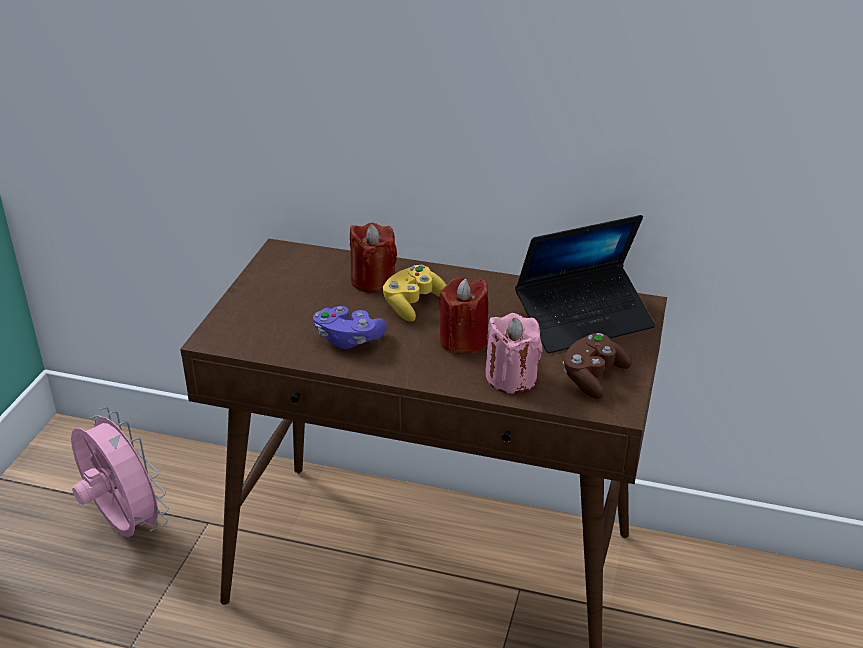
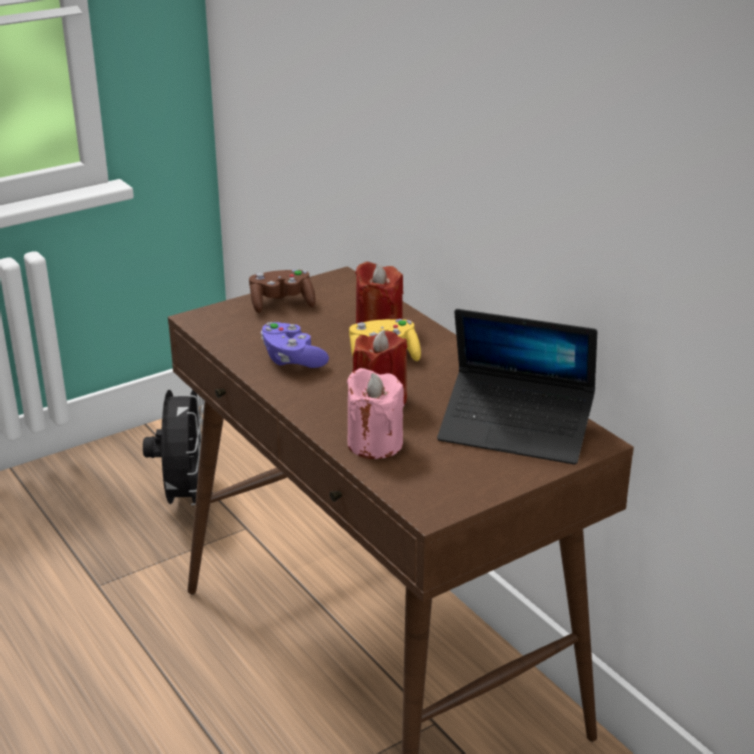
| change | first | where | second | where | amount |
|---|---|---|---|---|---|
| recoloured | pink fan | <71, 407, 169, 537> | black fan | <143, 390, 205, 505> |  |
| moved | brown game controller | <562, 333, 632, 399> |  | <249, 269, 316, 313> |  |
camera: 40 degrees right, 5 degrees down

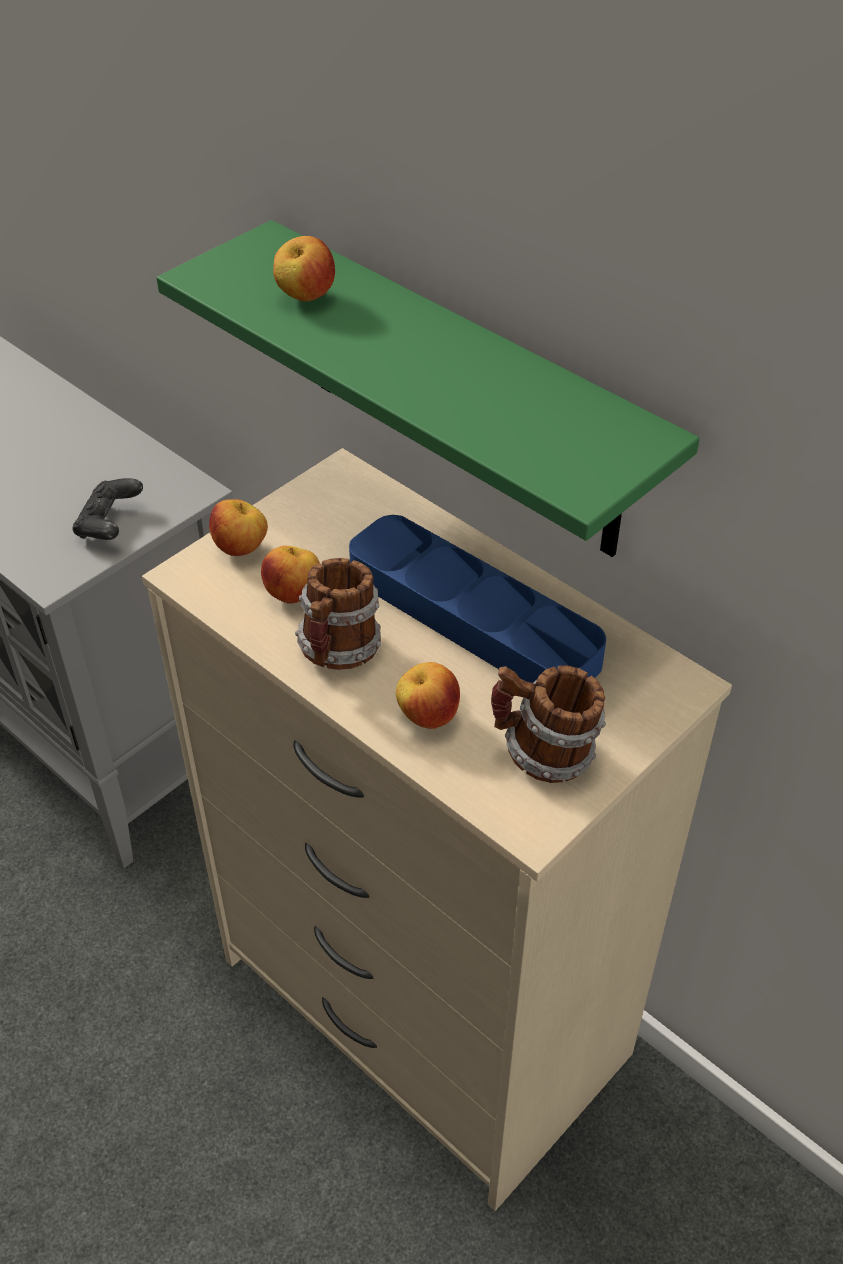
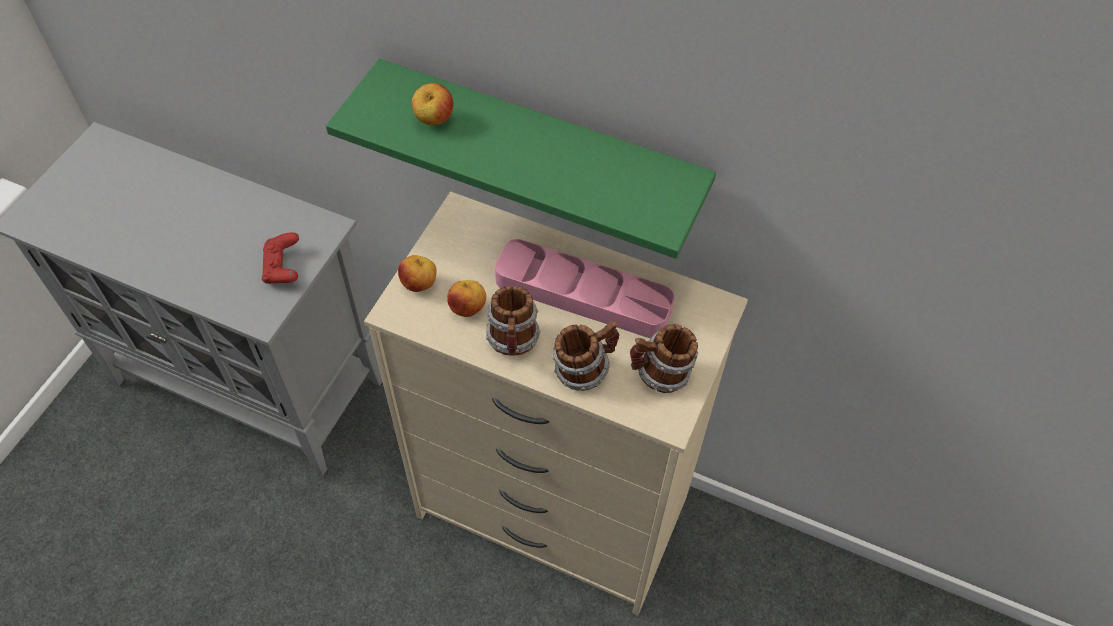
| change | first | where | second | where | amount |
|---|---|---|---|---|---|
| recoloured | black game controller | <72, 478, 143, 540> | red game controller | <262, 232, 299, 284> |  |
| recoloured | blue tray | <349, 515, 606, 683> | pink tray | <495, 239, 675, 338> |  |
| replaced | apple | <396, 662, 460, 729> | mug | <553, 321, 619, 391> |  |
camera: 20 degrees left, 10 degrees up

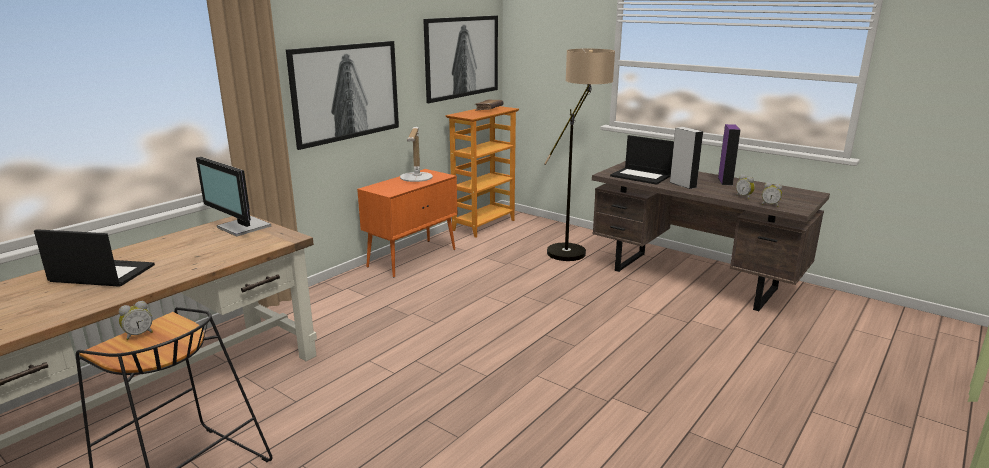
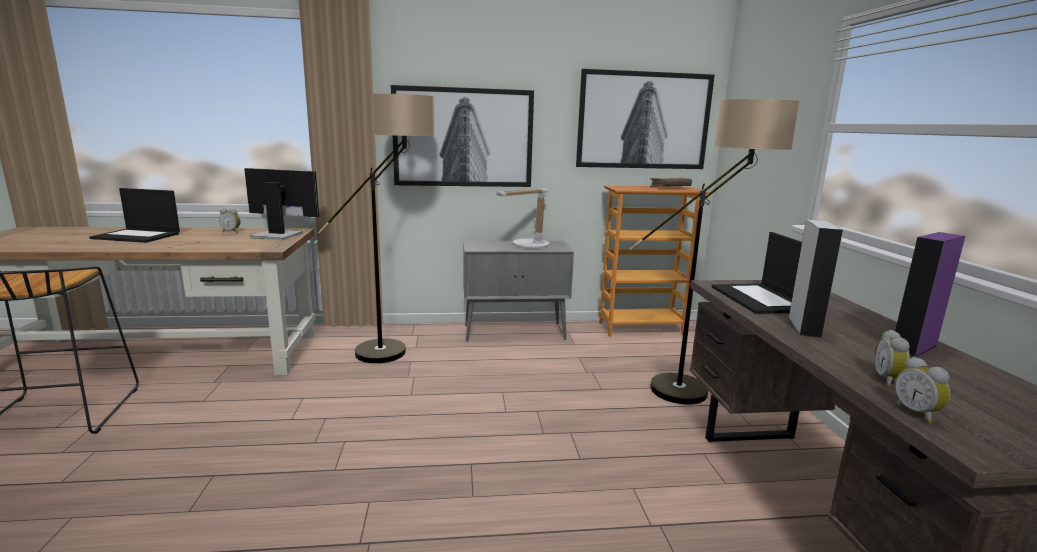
| change | first | where | second | where | amount |
|---|---|---|---|---|---|
| turned | laptop | <34, 229, 155, 287> |  | <89, 188, 180, 243> | 135 degrees clockwise |
| moved | alarm clock | <119, 301, 153, 340> |  | <219, 209, 241, 233> |  |
| turned | monitor | <196, 157, 271, 237> |  | <244, 168, 319, 240> | 105 degrees clockwise |
| recoloured | orange cabinet | <357, 169, 457, 277> | grey cabinet | <463, 241, 574, 342> |  |
| added |  |  | floor lamp | <317, 94, 434, 363> |  |
camera: 45 degrees right, 5 degrees down

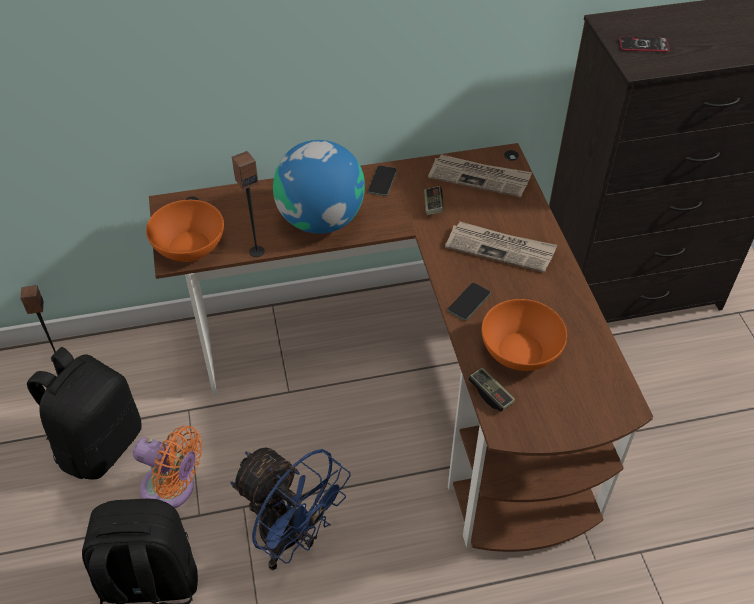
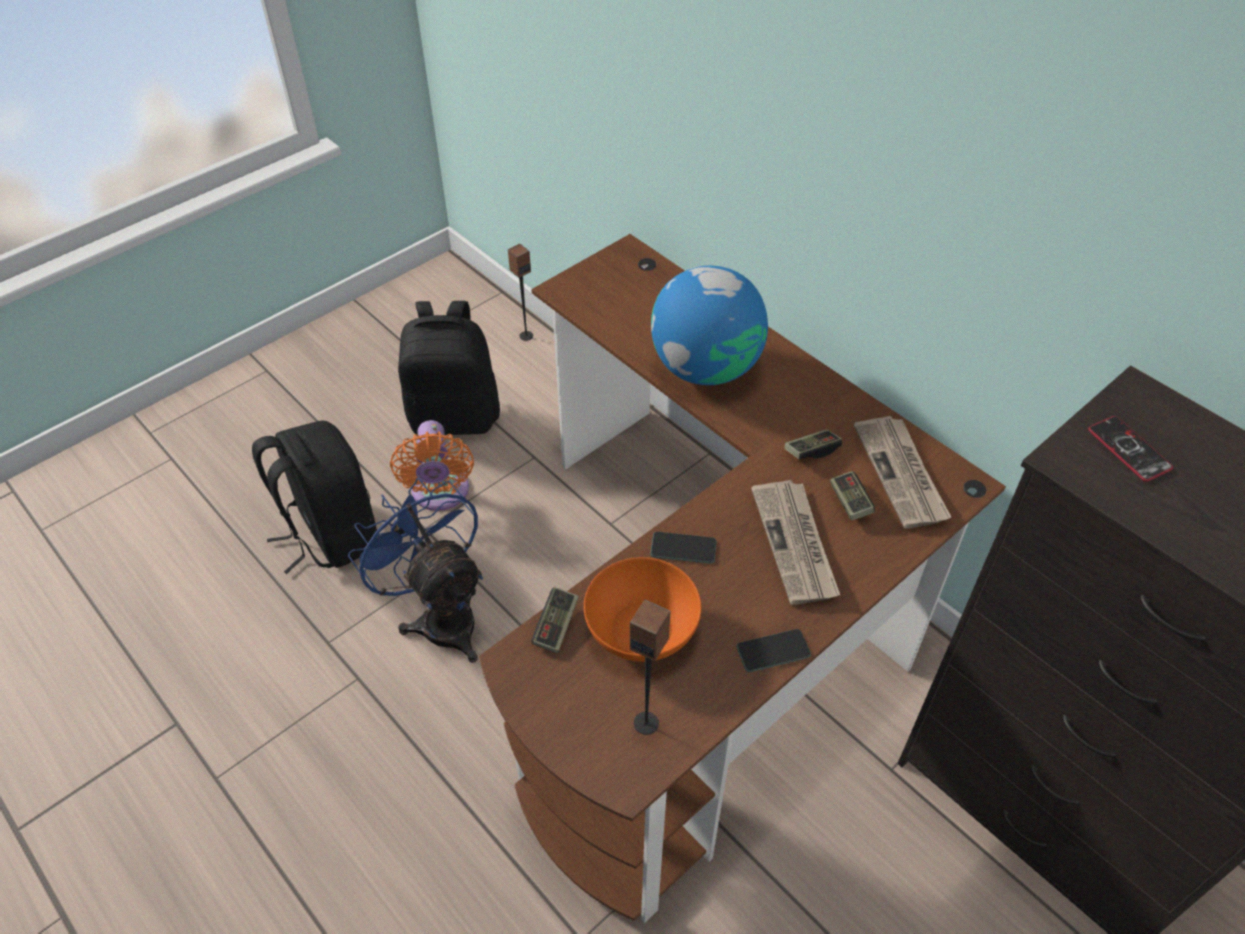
| change | first | where | second | where | amount |
|---|---|---|---|---|---|
| removed | orange bowl | <146, 200, 224, 262> |  |  |  |
| turned | blue fan | <230, 448, 351, 570> |  | <348, 478, 483, 663> | 135 degrees clockwise |
| moved | speaker | <232, 151, 265, 257> |  | <630, 600, 671, 735> |  |
| moved | phone | <368, 165, 397, 196> |  | <736, 629, 811, 672> |  |
| added |  |  | game controller | <830, 471, 875, 521> |  |
camera: 60 degrees right, 0 degrees up

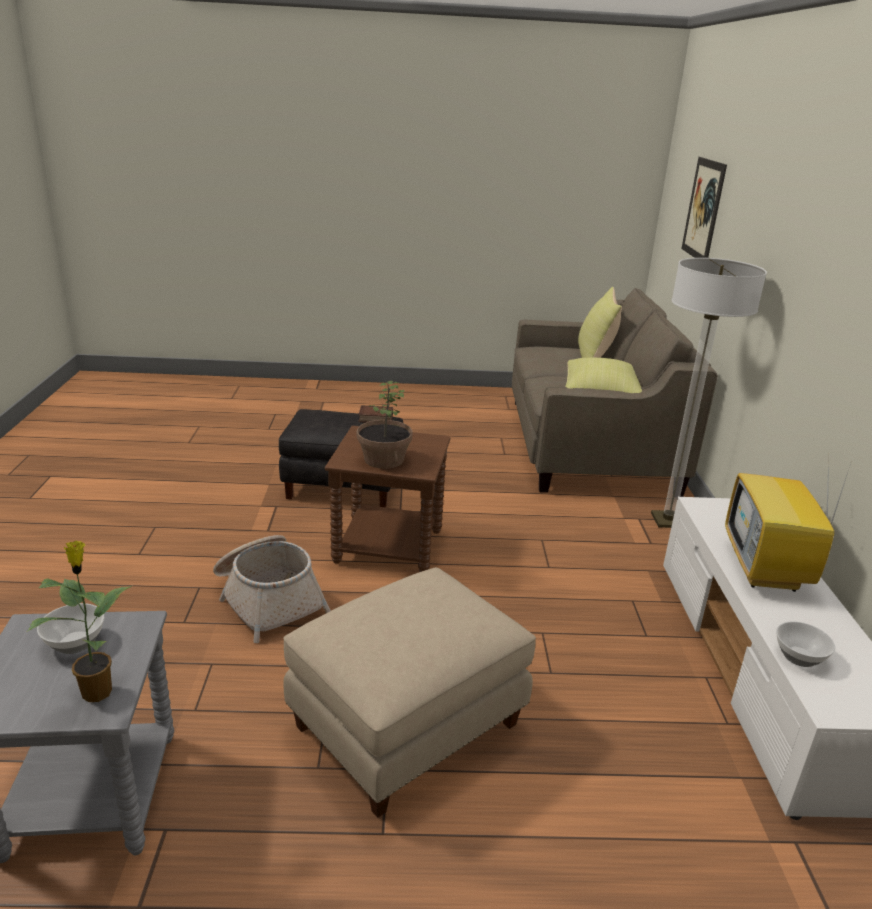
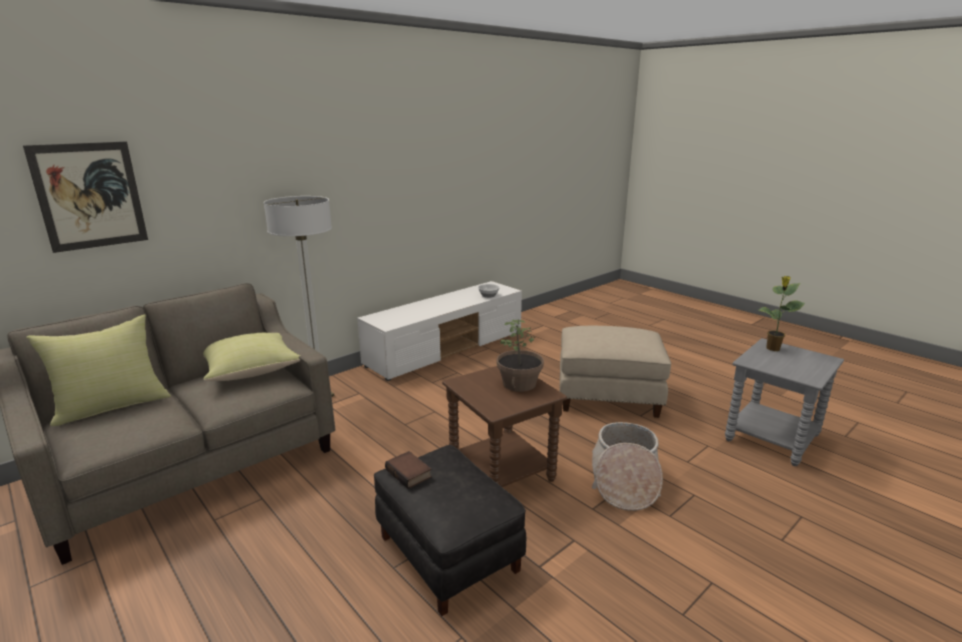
| change | first | where | second | where | amount |
|---|---|---|---|---|---|
| removed | bowl | <37, 603, 104, 654> |  |  |  |
| removed | television | <725, 457, 852, 592> |  |  |  |
camera: 130 degrees left, 5 degrees down

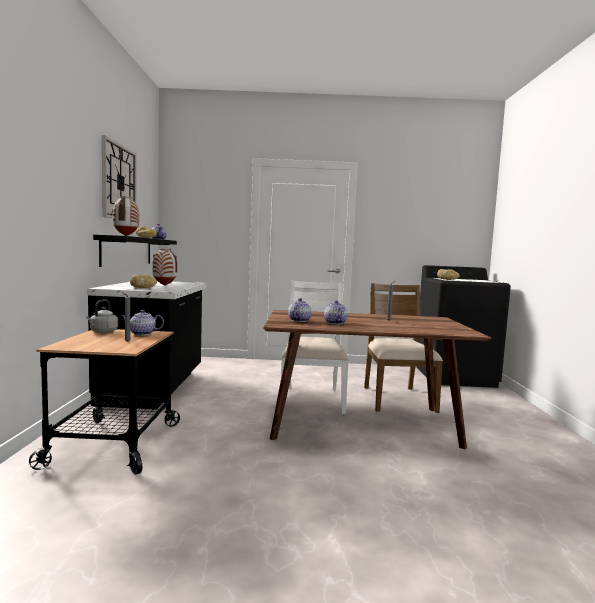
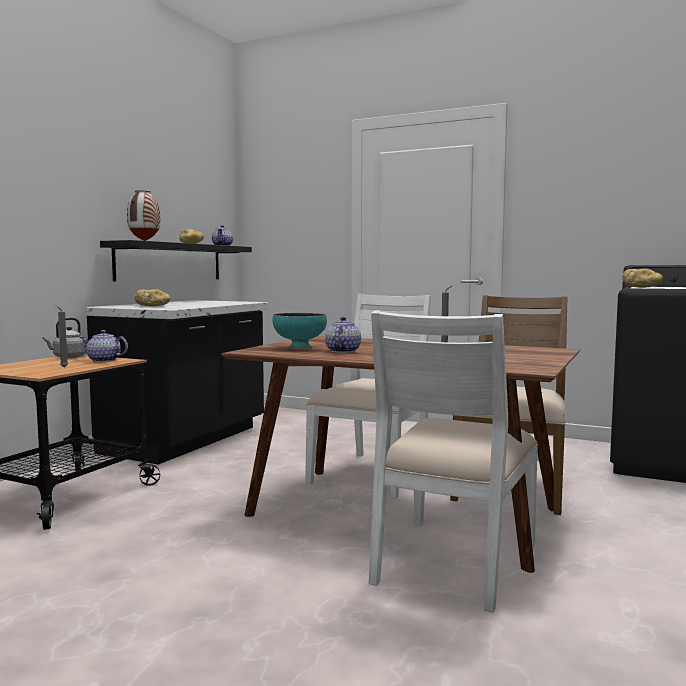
| change | first | where | second | where | amount |
|---|---|---|---|---|---|
| removed | wall clock | <102, 135, 137, 218> |  |  |  |
| removed | vase | <152, 248, 177, 286> |  |  |  |
| replaced | teapot | <288, 298, 311, 322> | turquoise bowl | <273, 313, 327, 349> |  |
| added |  |  | white chair | <369, 310, 538, 613> |  |
camera: 25 degrees right, 0 degrees up

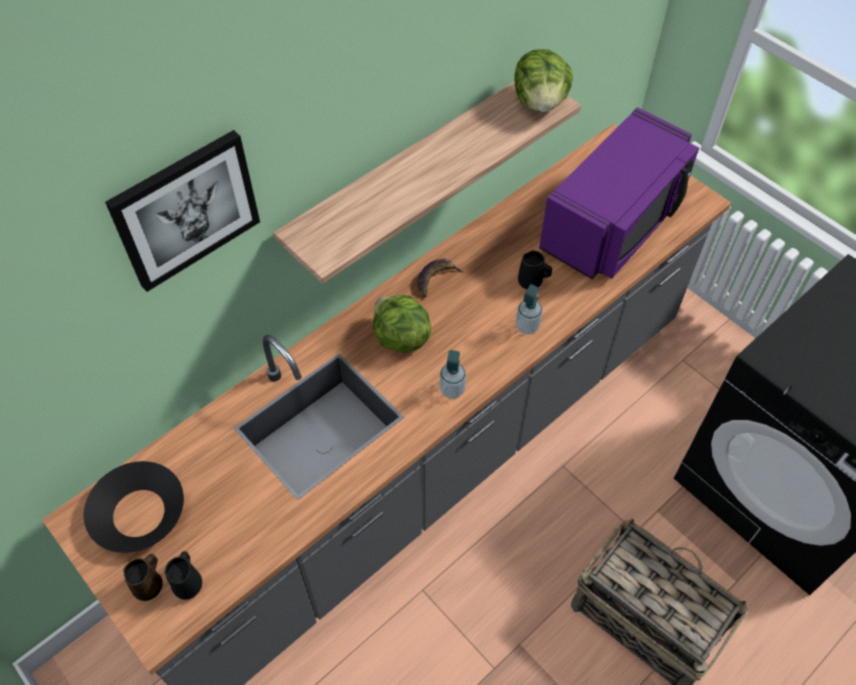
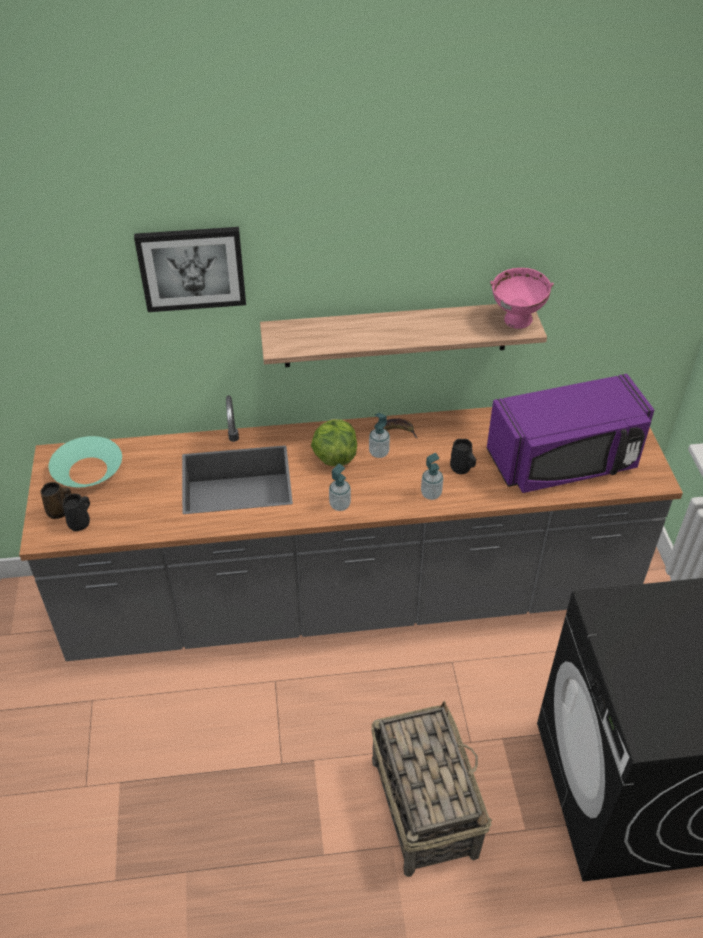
| change | first | where | second | where | amount |
|---|---|---|---|---|---|
| recoloured | black bowl | <84, 461, 184, 553> | turquoise bowl | <49, 436, 122, 487> |  |
| replaced | lettuce | <514, 49, 573, 112> | pink bowl | <490, 268, 554, 329> |  |
| added |  |  | soap dispenser | <369, 413, 390, 458> |  |
camera: 35 degrees right, 10 degrees down

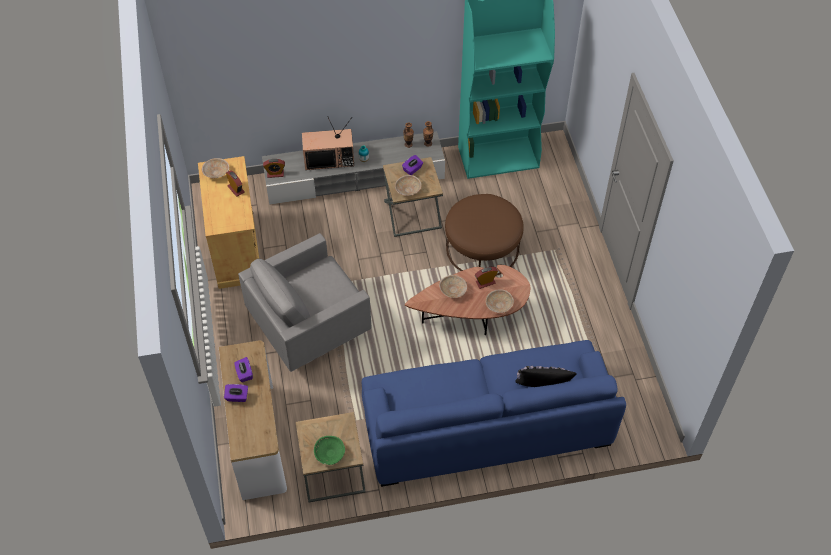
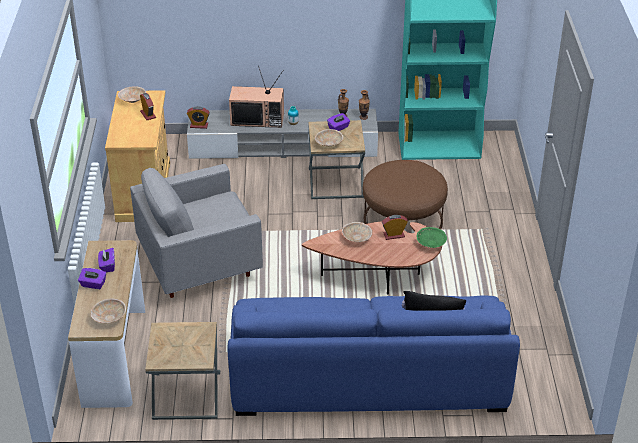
| change | first | where | second | where | amount |
|---|---|---|---|---|---|
| moved | green bowl | <314, 436, 345, 465> |  | <417, 227, 447, 248> |  |
| moved | beige bowl | <485, 289, 514, 313> |  | <90, 299, 126, 323> |  |
camera: 10 degrees right, 15 degrees down

